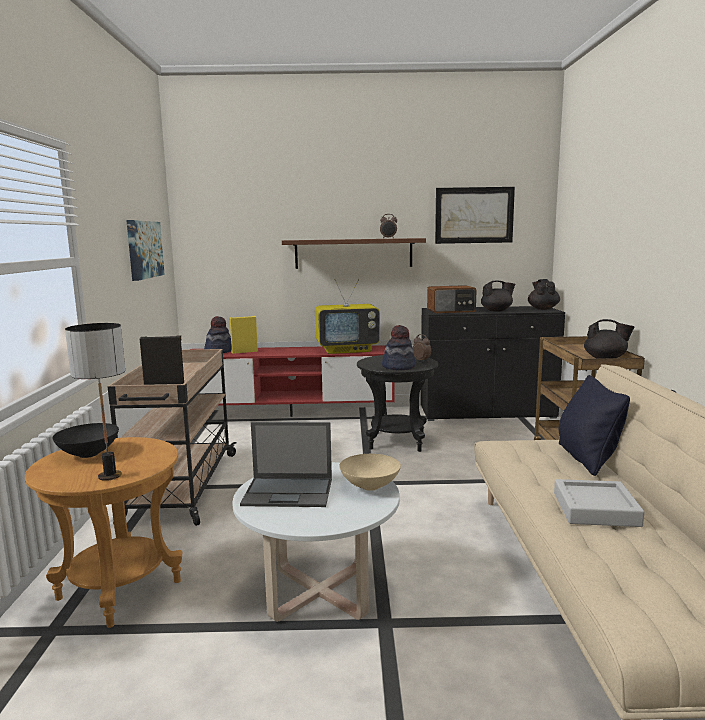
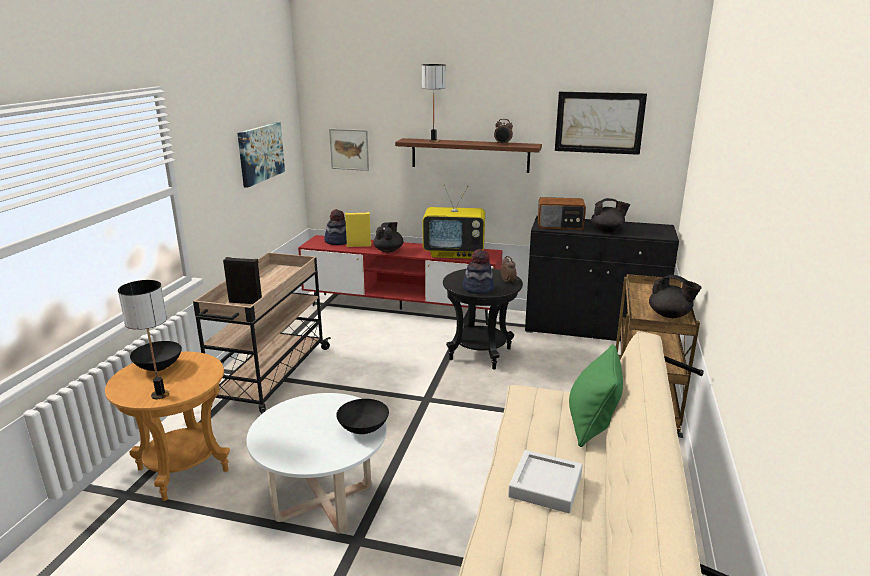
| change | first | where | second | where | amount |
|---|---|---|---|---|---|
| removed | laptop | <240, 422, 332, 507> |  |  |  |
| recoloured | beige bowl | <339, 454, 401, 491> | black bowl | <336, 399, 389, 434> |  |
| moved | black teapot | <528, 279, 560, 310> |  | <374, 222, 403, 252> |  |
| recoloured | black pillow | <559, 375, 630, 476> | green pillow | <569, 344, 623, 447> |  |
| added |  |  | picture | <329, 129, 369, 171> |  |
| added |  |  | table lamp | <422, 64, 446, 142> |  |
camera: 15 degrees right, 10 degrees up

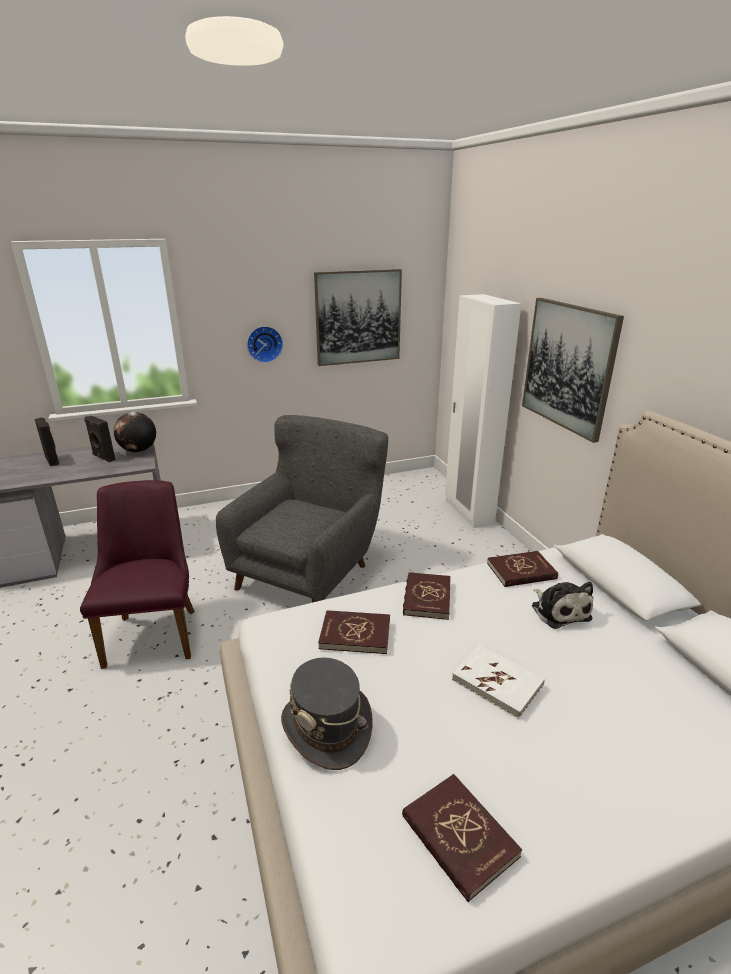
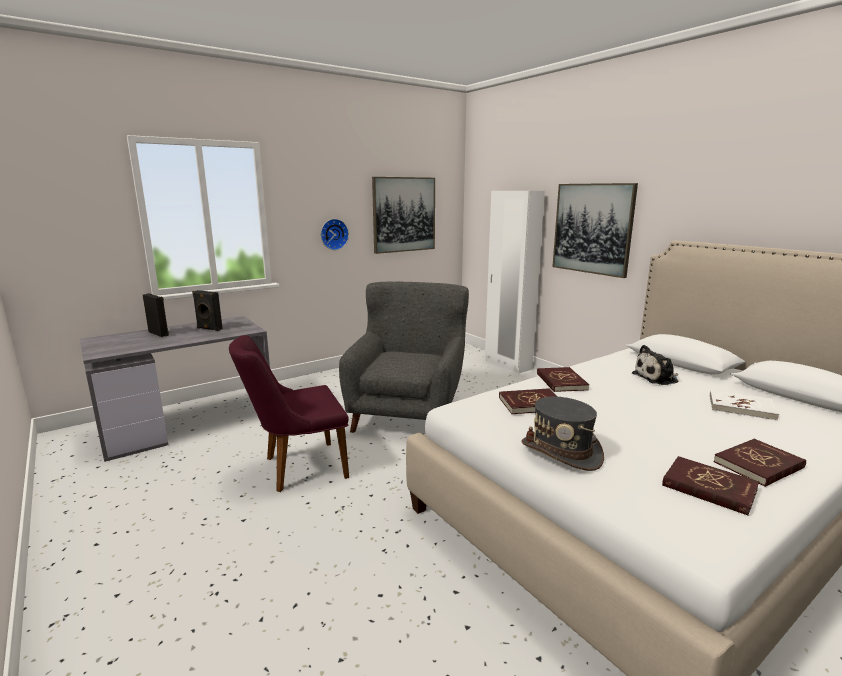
| change | first | where | second | where | amount |
|---|---|---|---|---|---|
| turned | purple chair | <80, 480, 194, 669> |  | <229, 335, 349, 492> | 90 degrees counterclockwise |
| removed | globe | <114, 412, 156, 452> |  |  |  |
| moved | white book | <452, 645, 545, 719> |  | <709, 390, 779, 421> |  |
| moved | red book | <487, 551, 558, 587> |  | <714, 439, 806, 487> |  |
| turned | plush toy | <532, 582, 593, 629> |  | <632, 345, 678, 385> | 105 degrees clockwise |
camera: 15 degrees left, 10 degrees down

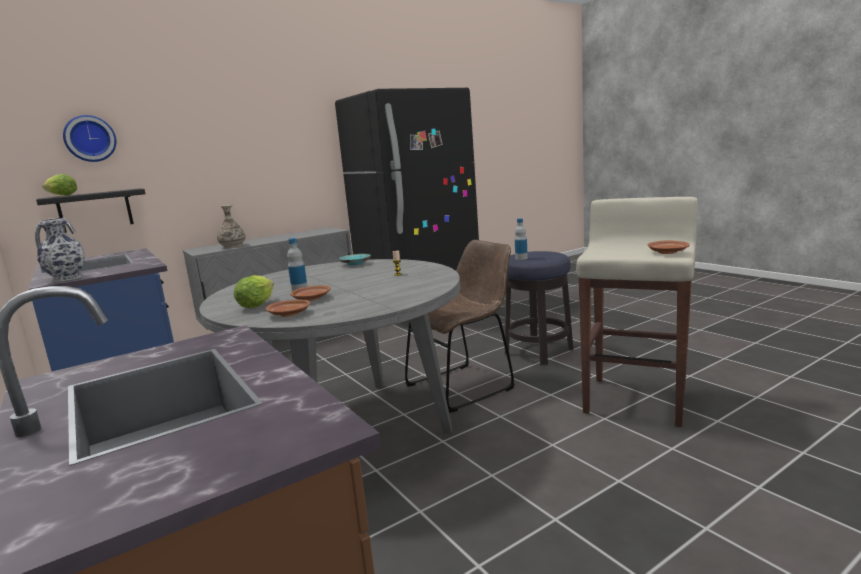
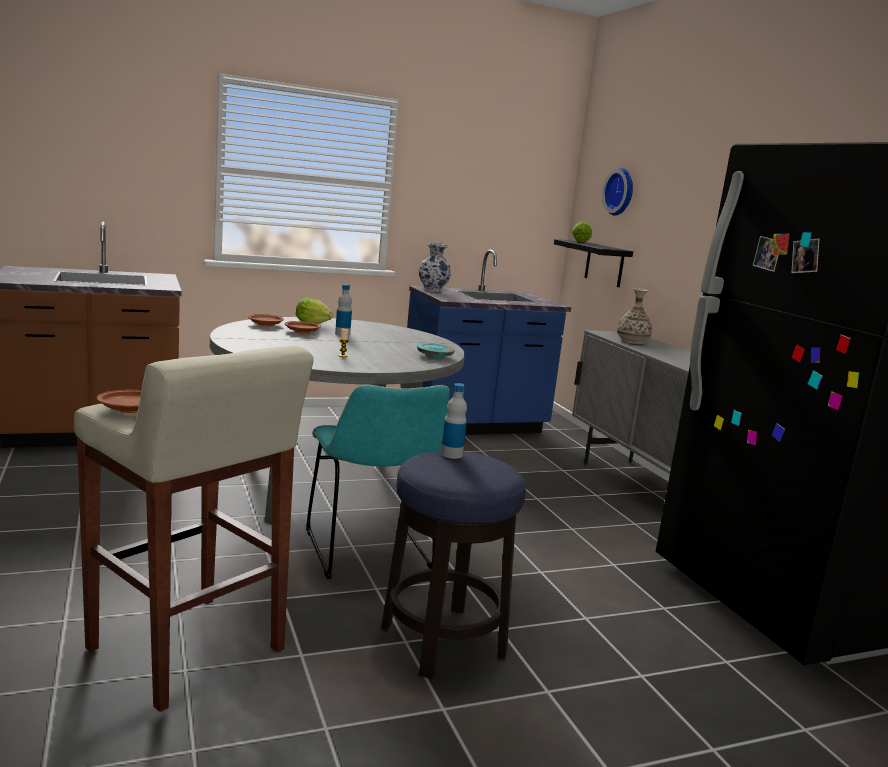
| change | first | where | second | where | amount |
|---|---|---|---|---|---|
| recoloured | brown chair | <405, 240, 515, 413> | turquoise chair | <306, 384, 450, 579> |  |
camera: 100 degrees right, 0 degrees up

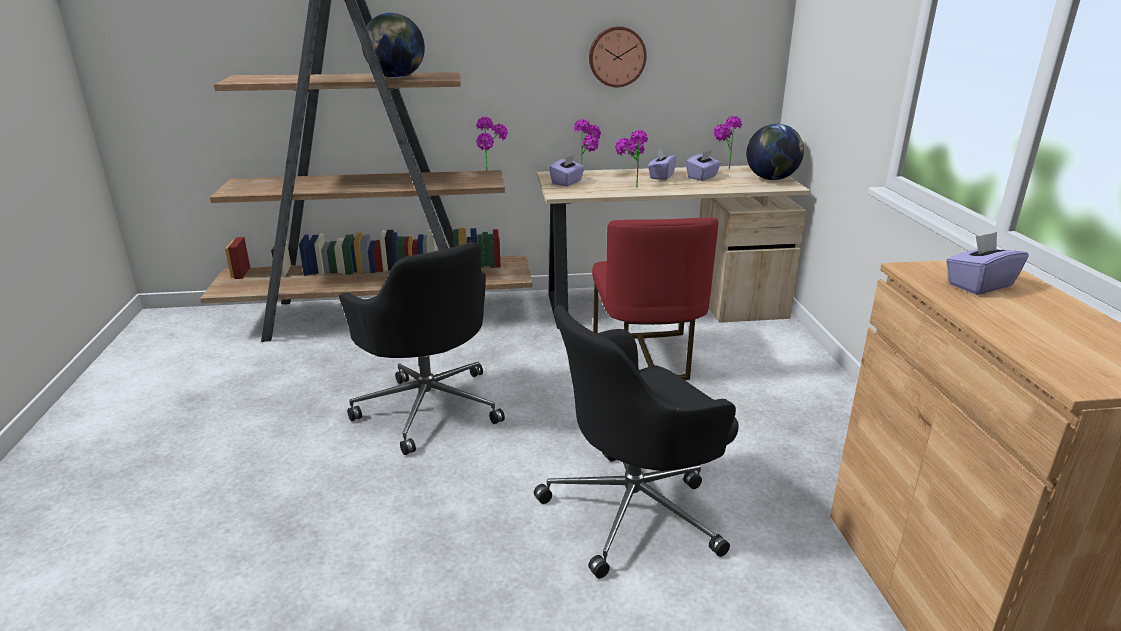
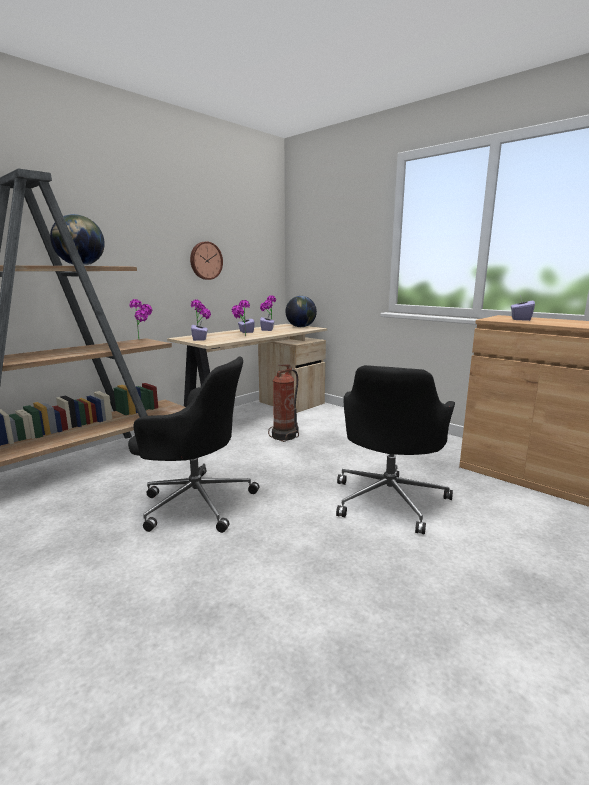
| change | first | where | second | where | amount |
|---|---|---|---|---|---|
| replaced | red chair | <592, 218, 718, 380> | fire extinguisher | <268, 364, 299, 442> |  |
camera: 40 degrees left, 10 degrees down

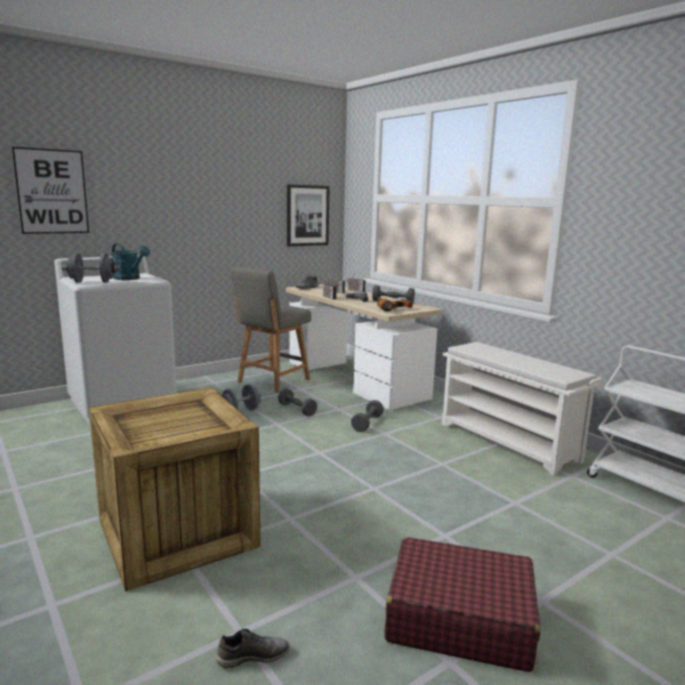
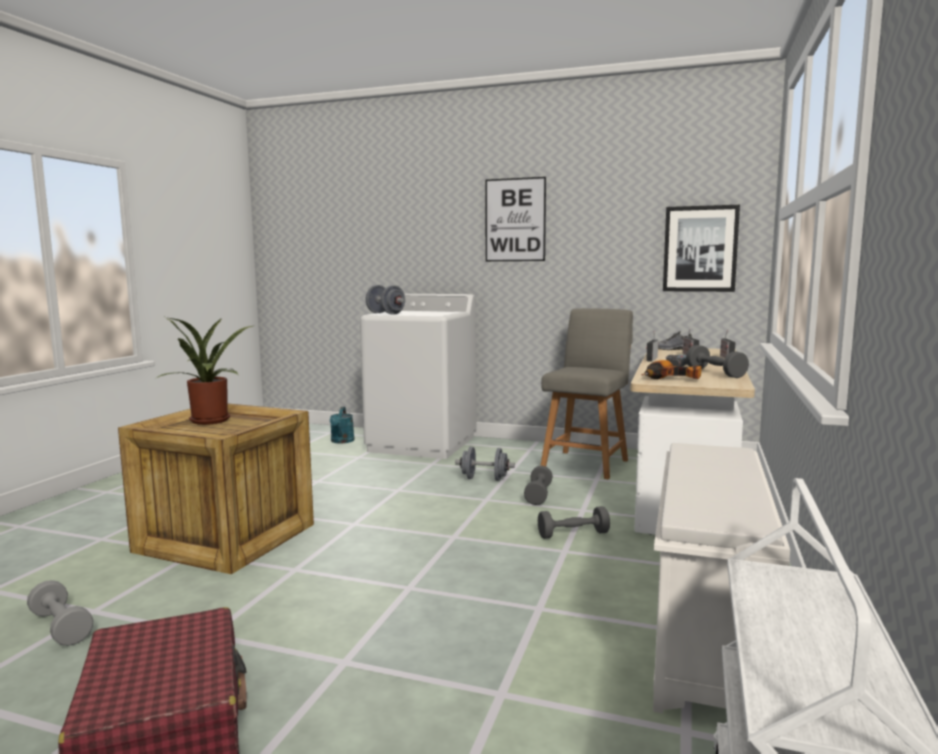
| change | first | where | second | where | amount |
|---|---|---|---|---|---|
| moved | picture | <12, 147, 89, 234> |  | <486, 177, 546, 261> |  |
| moved | turquoise watering can | <112, 244, 150, 280> |  | <330, 407, 355, 444> |  |
| replaced | grey shoe | <216, 629, 290, 668> | grey dumbbell | <27, 580, 94, 646> |  |
| turned | grey chair | <231, 267, 311, 393> |  | <540, 308, 633, 479> | 120 degrees clockwise |
| added |  |  | potted plant | <158, 317, 253, 425> |  |
camera: 55 degrees right, 5 degrees down

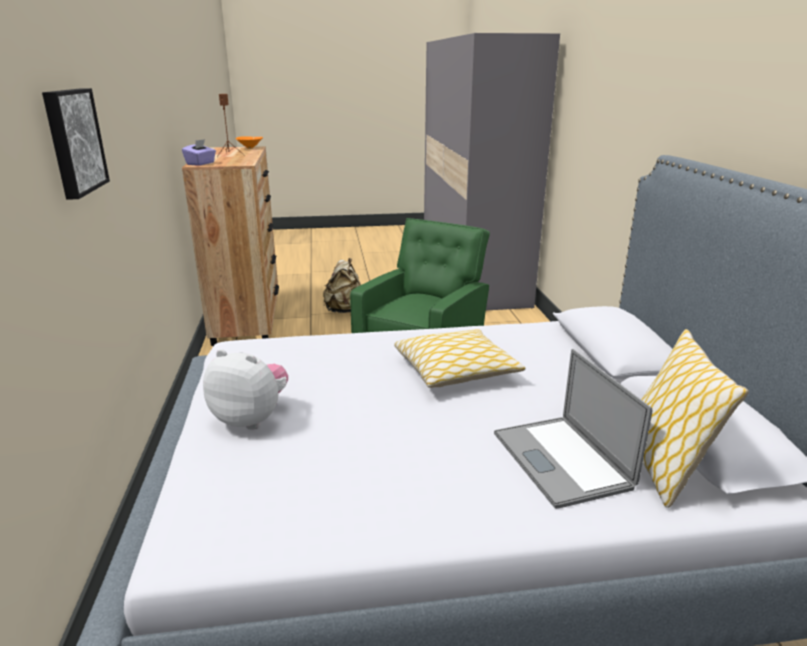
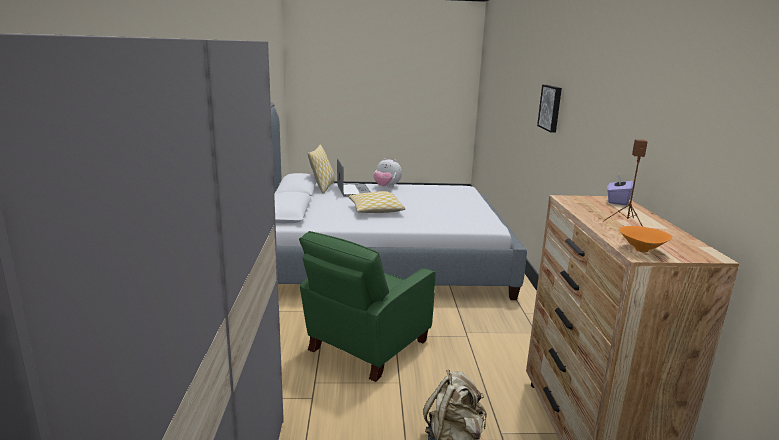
| change | first | where | second | where | amount |
|---|---|---|---|---|---|
| moved | plush toy | <203, 349, 288, 430> |  | <373, 158, 402, 187> |  |
camera: 175 degrees left, 5 degrees down

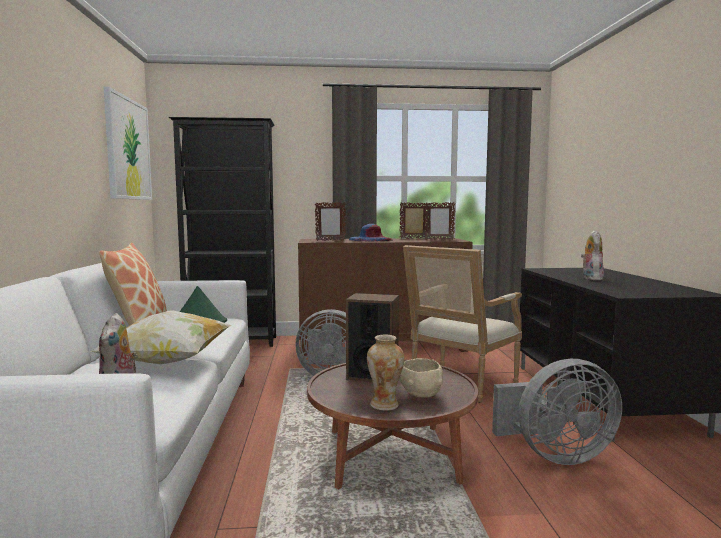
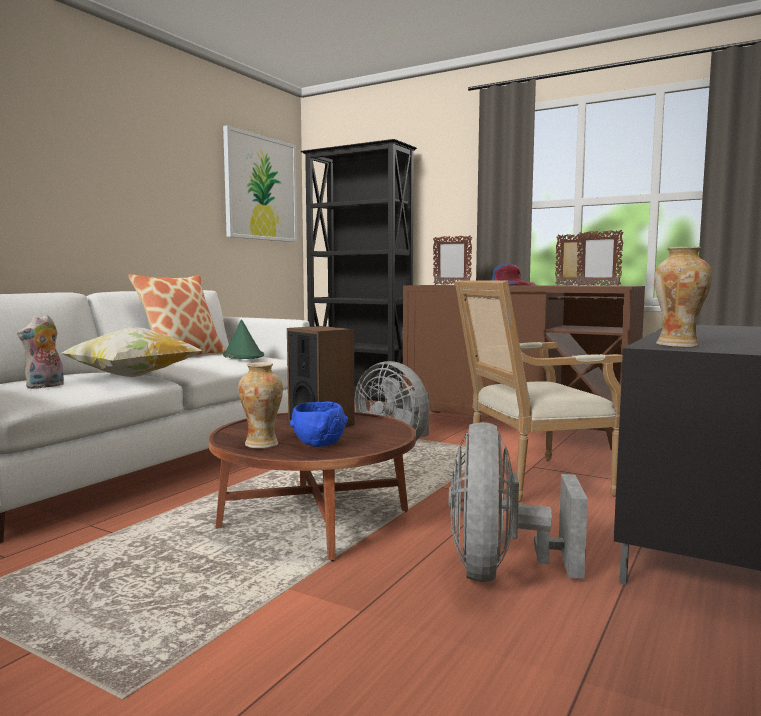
| change | first | where | second | where | amount |
|---|---|---|---|---|---|
| recoloured | beige bowl | <400, 358, 443, 398> | blue bowl | <290, 401, 348, 447> |  |
| turned | grey fan | <492, 359, 622, 465> |  | <449, 422, 588, 582> | 75 degrees clockwise |
| removed | plush toy | <581, 231, 604, 280> |  |  |  |
| added |  |  | vase | <654, 247, 712, 348> |  |
camera: 35 degrees right, 0 degrees up

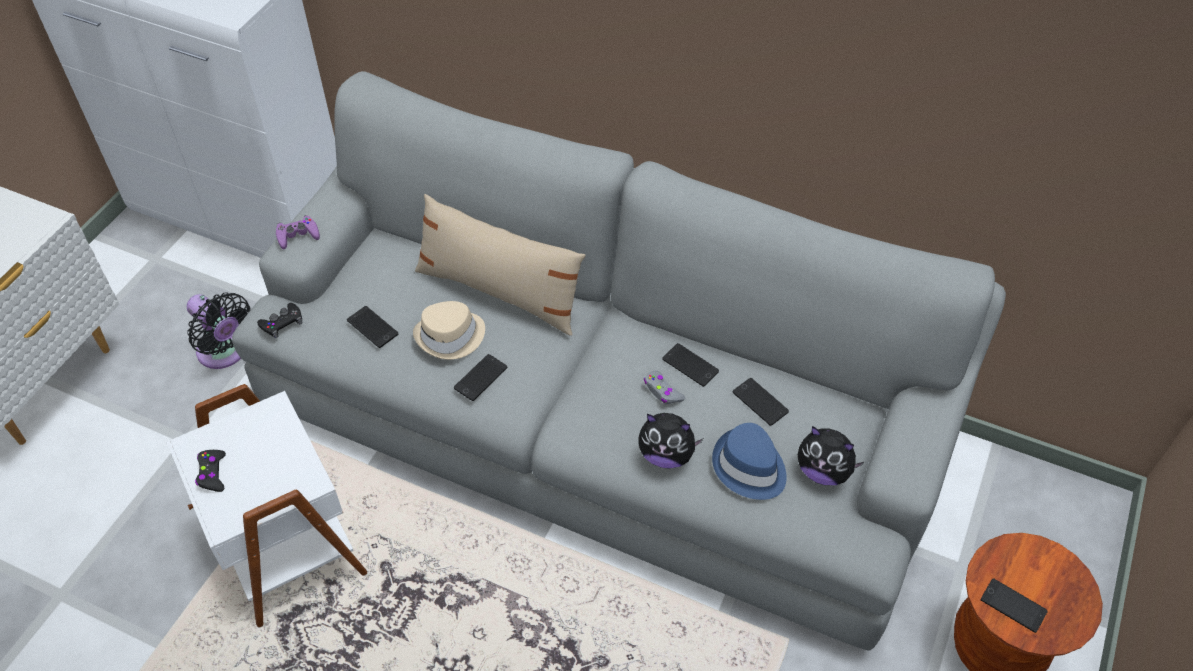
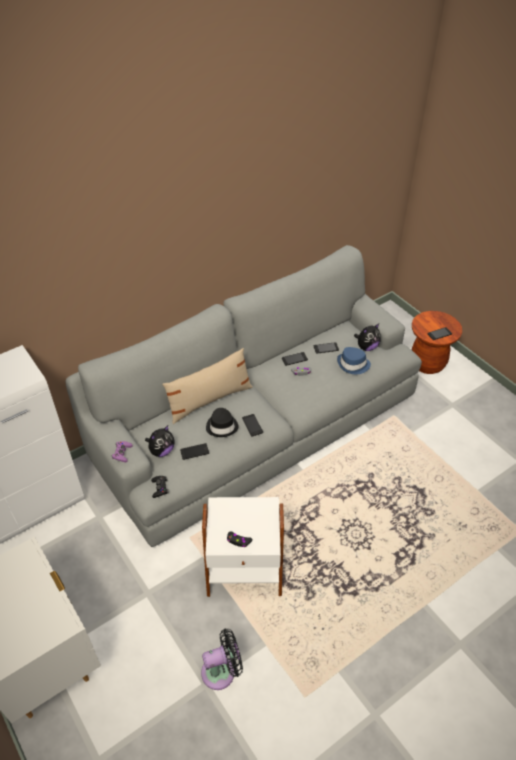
| change | first | where | second | where | amount |
|---|---|---|---|---|---|
| moved | black fan | <187, 292, 251, 369> |  | <201, 629, 243, 690> |  |
| recoloured | beige hat | <413, 301, 485, 360> | black hat | <206, 408, 239, 437> |  |
| moved | plush toy | <638, 413, 703, 469> |  | <145, 425, 174, 457> |  |
camera: 60 degrees left, 5 degrees down

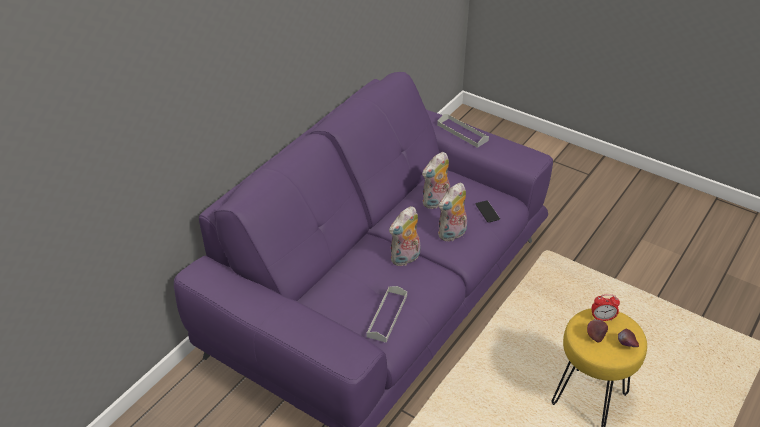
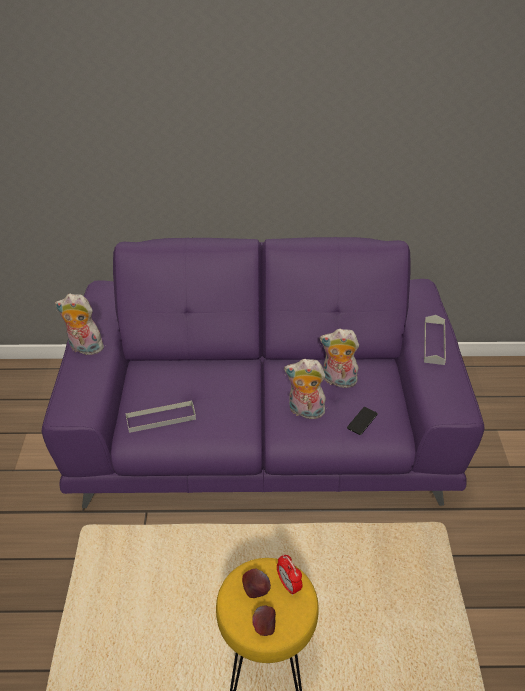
| change | first | where | second | where | amount |
|---|---|---|---|---|---|
| moved | plush toy | <389, 206, 420, 267> |  | <55, 293, 104, 355> |  |
camera: 55 degrees right, 0 degrees up

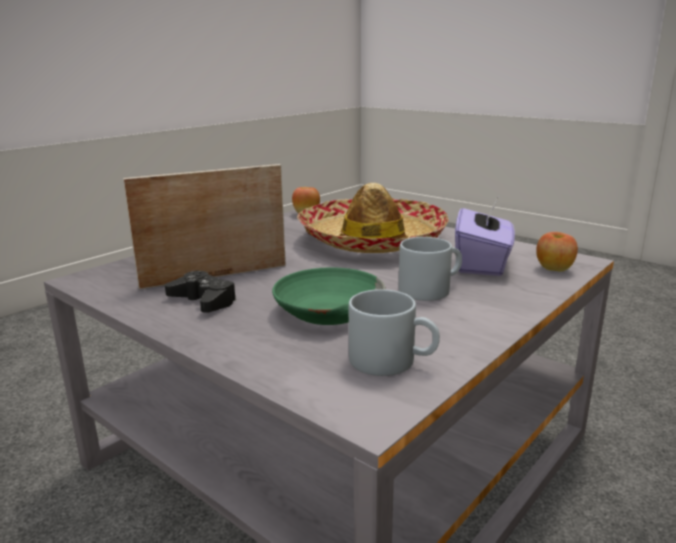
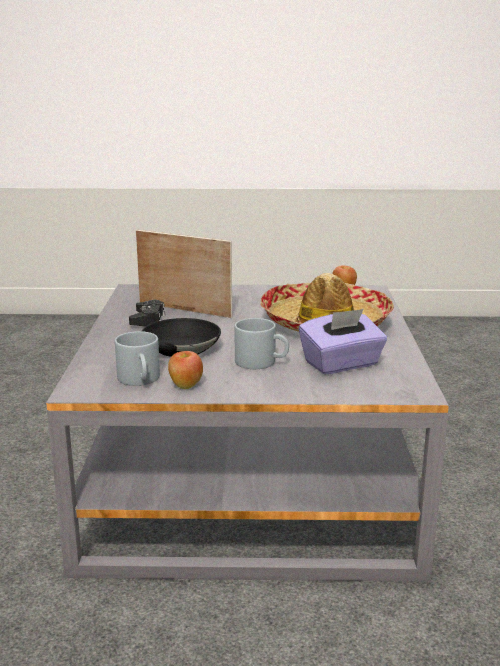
| change | first | where | second | where | amount |
|---|---|---|---|---|---|
| recoloured | green bowl | <272, 267, 386, 325> | black bowl | <142, 318, 221, 357> |  |
| moved | apple | <536, 232, 578, 272> |  | <168, 351, 203, 389> |  |
camera: 50 degrees right, 0 degrees up

